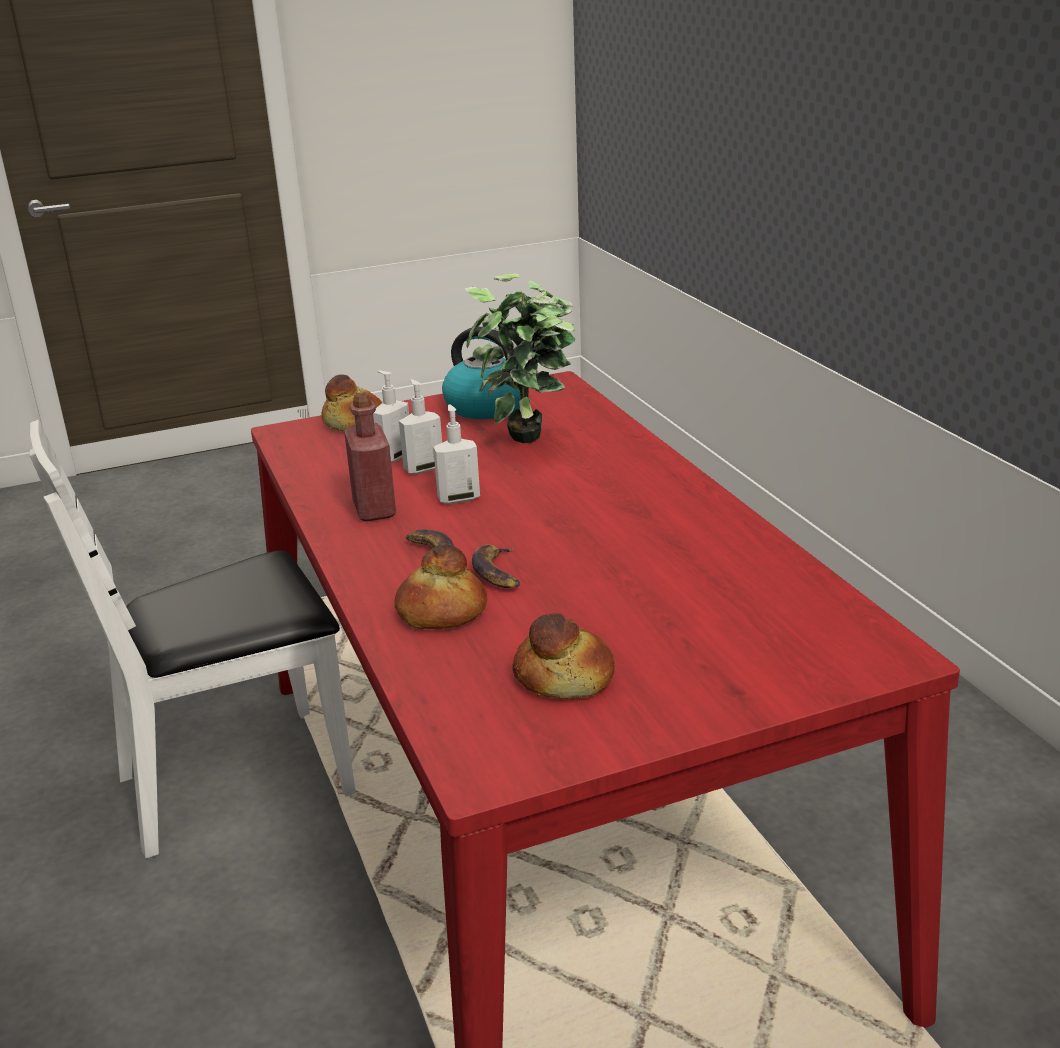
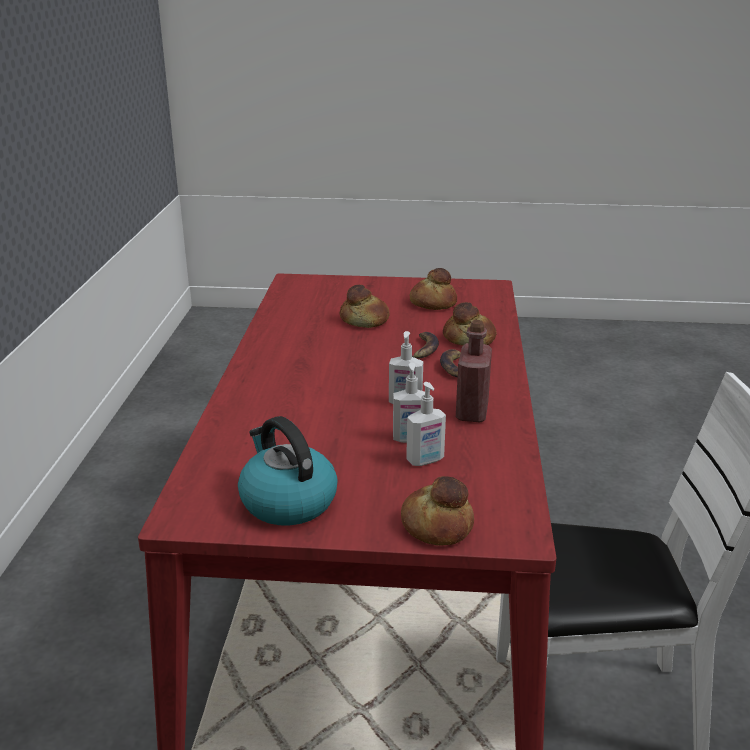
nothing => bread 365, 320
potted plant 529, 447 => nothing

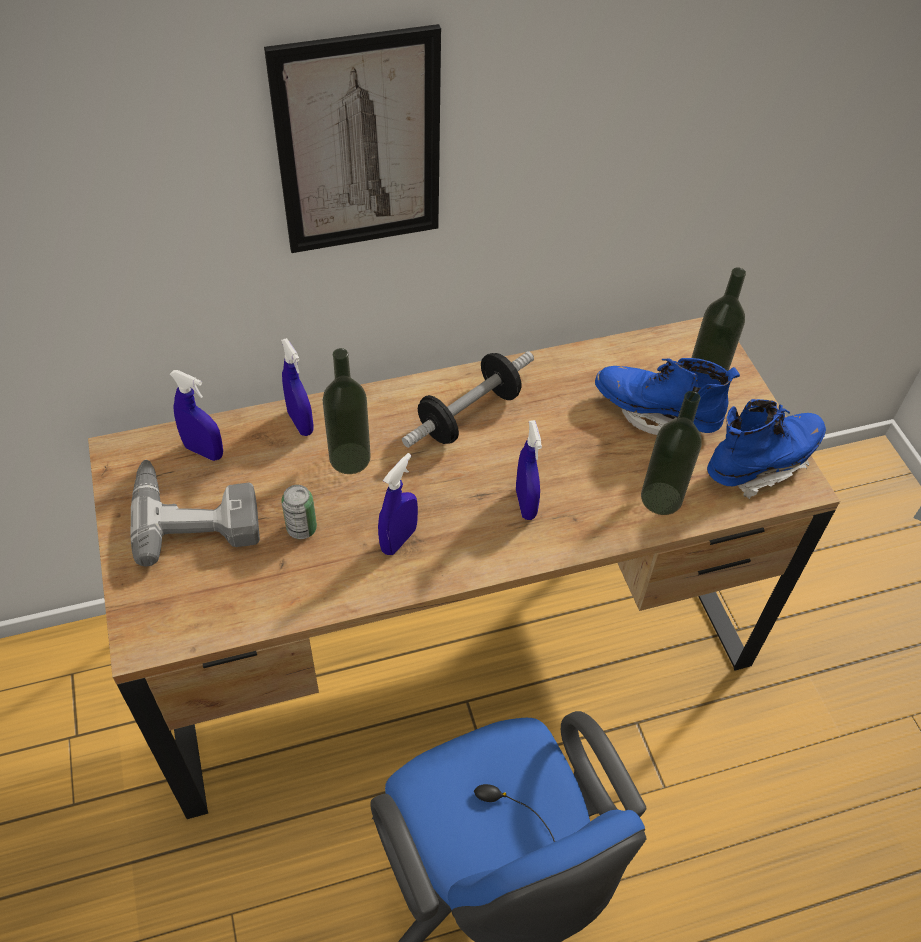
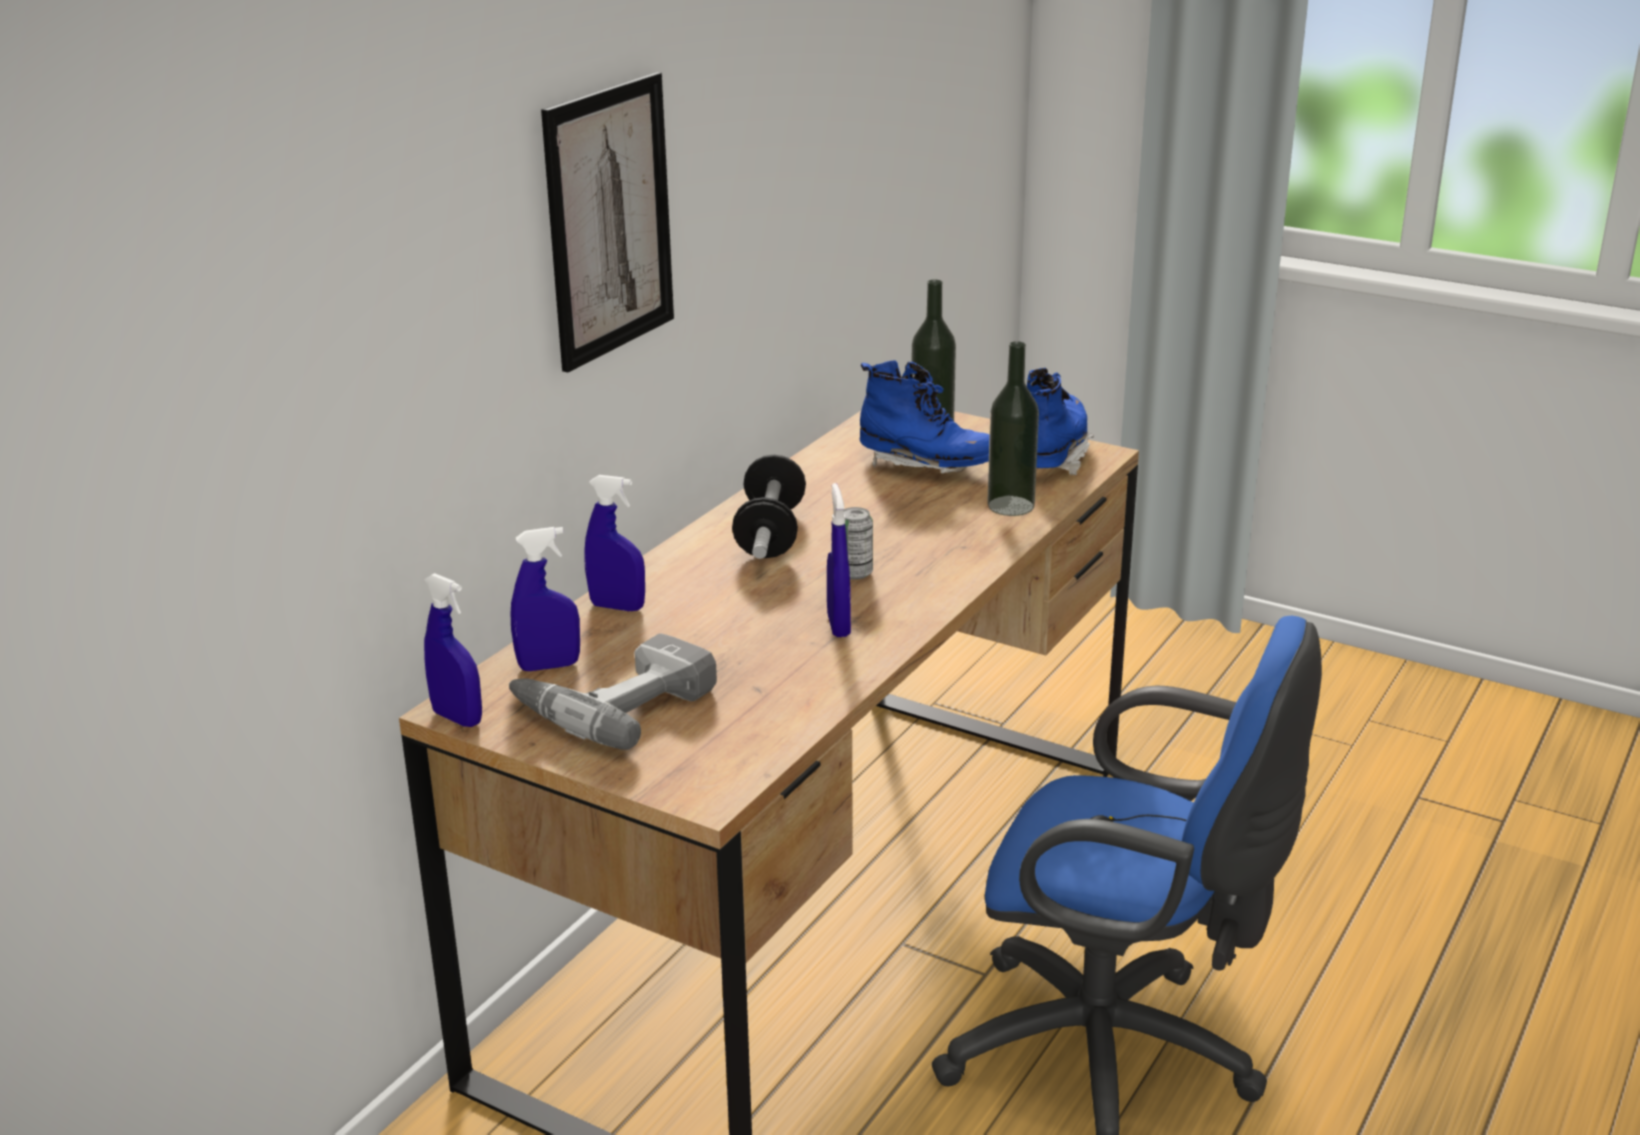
bluish spray bottle 525, 504 => bluish spray bottle 457, 718, shifted
metal can 301, 528 => metal can 855, 573, shifted
bluish high-top boot 656, 414 => bluish high-top boot 927, 466, 135 degrees counterclockwise
beverage bottle 349, 458 => nothing

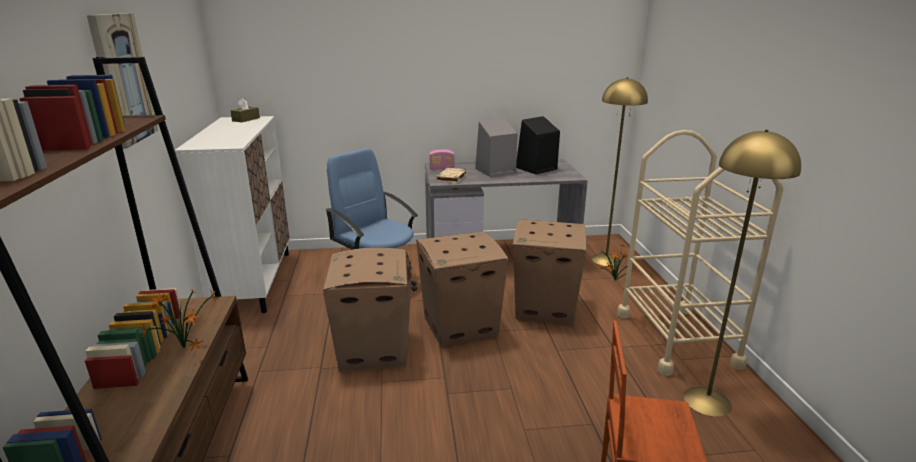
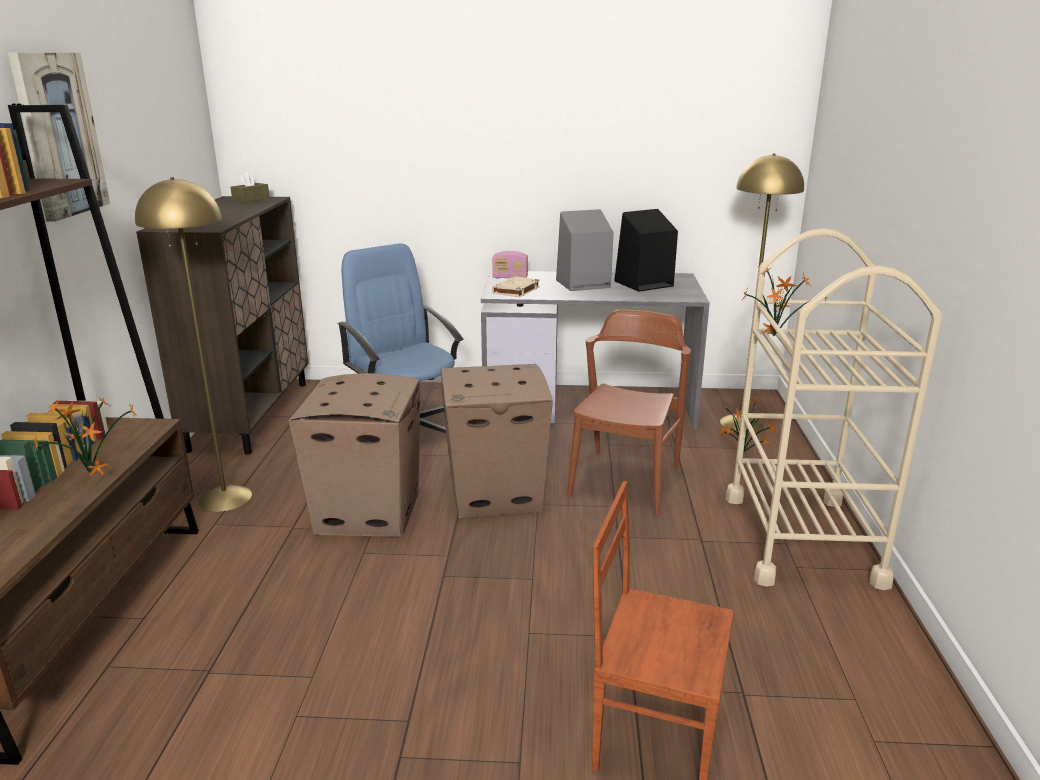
yellow-coloured floor lamp 706, 400 => yellow-coloured floor lamp 225, 498, shifted
white cabinet 255, 281 => brown-coloured cabinet 251, 415
cardboard box 546, 308 => brown-coloured upright chair 625, 480
nothing => potted plant 775, 336

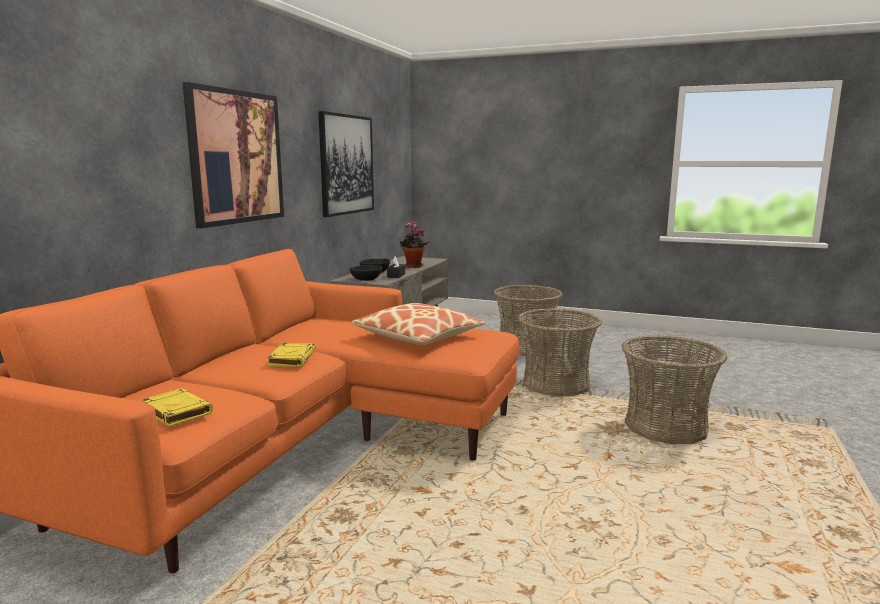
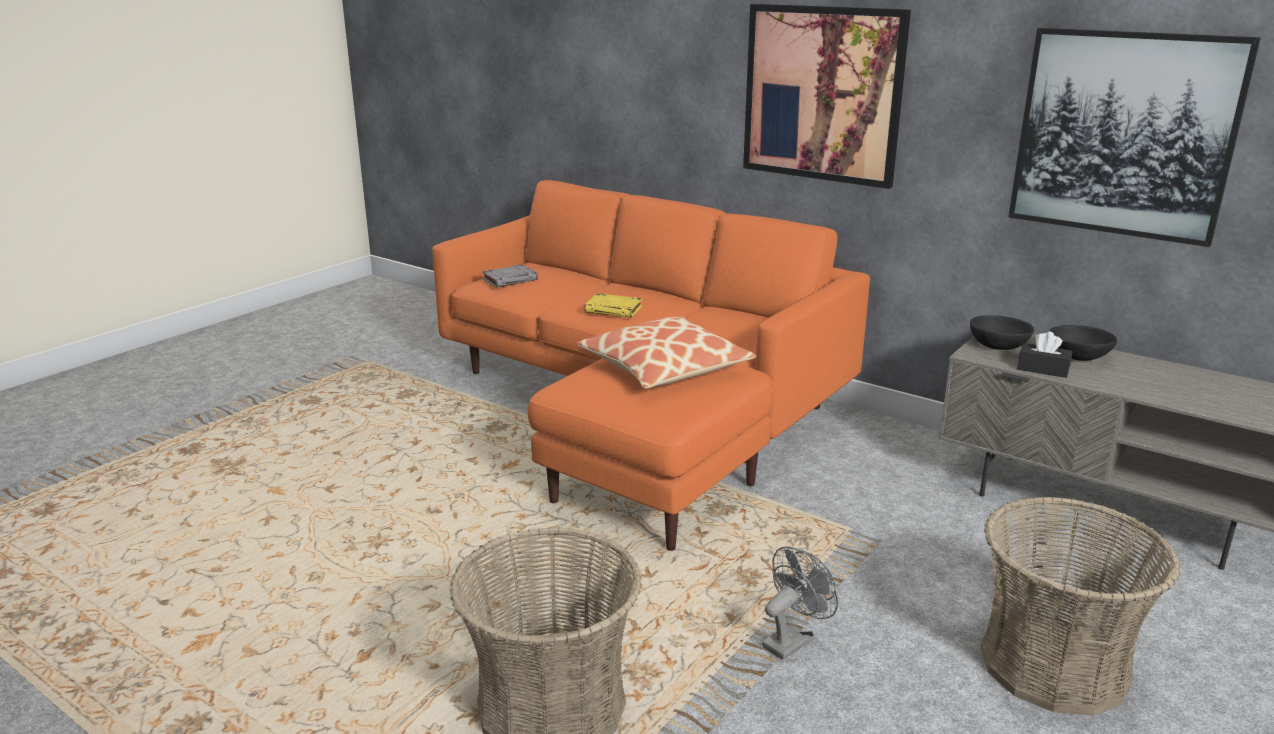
yellow-coloured volume 176, 411 => grey volume 510, 280
household basket 556, 384 => grey fan 792, 640
potted plant 413, 266 => nothing

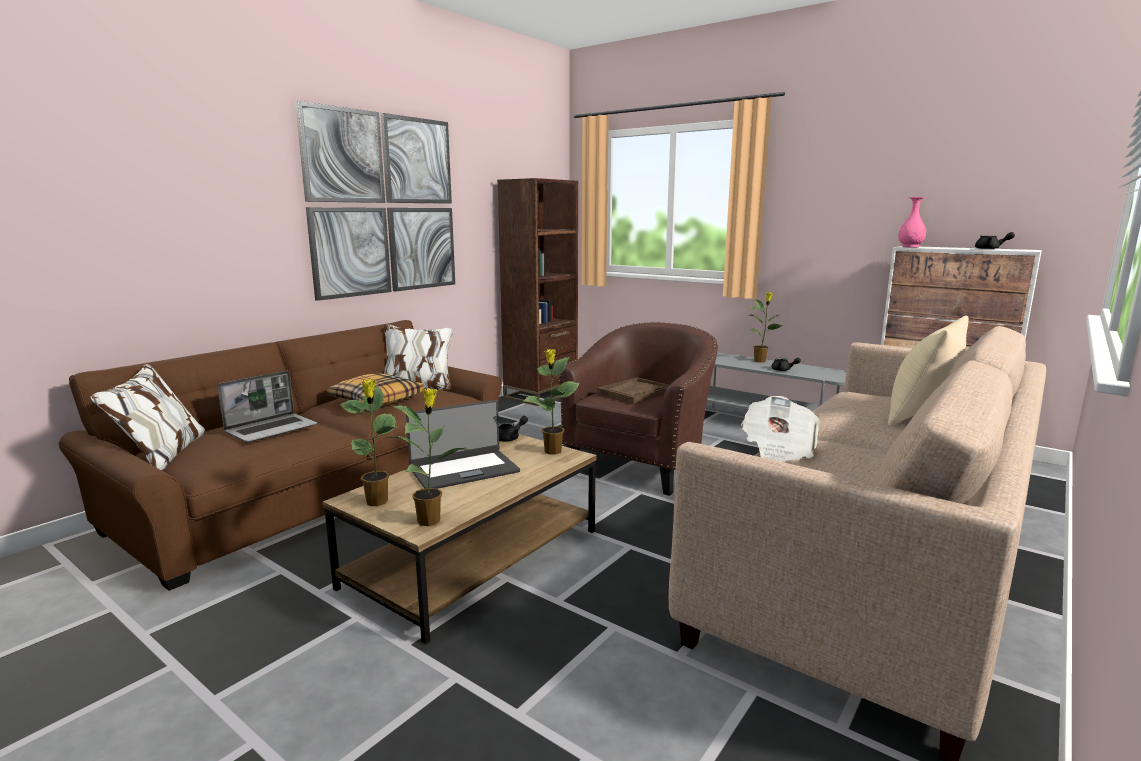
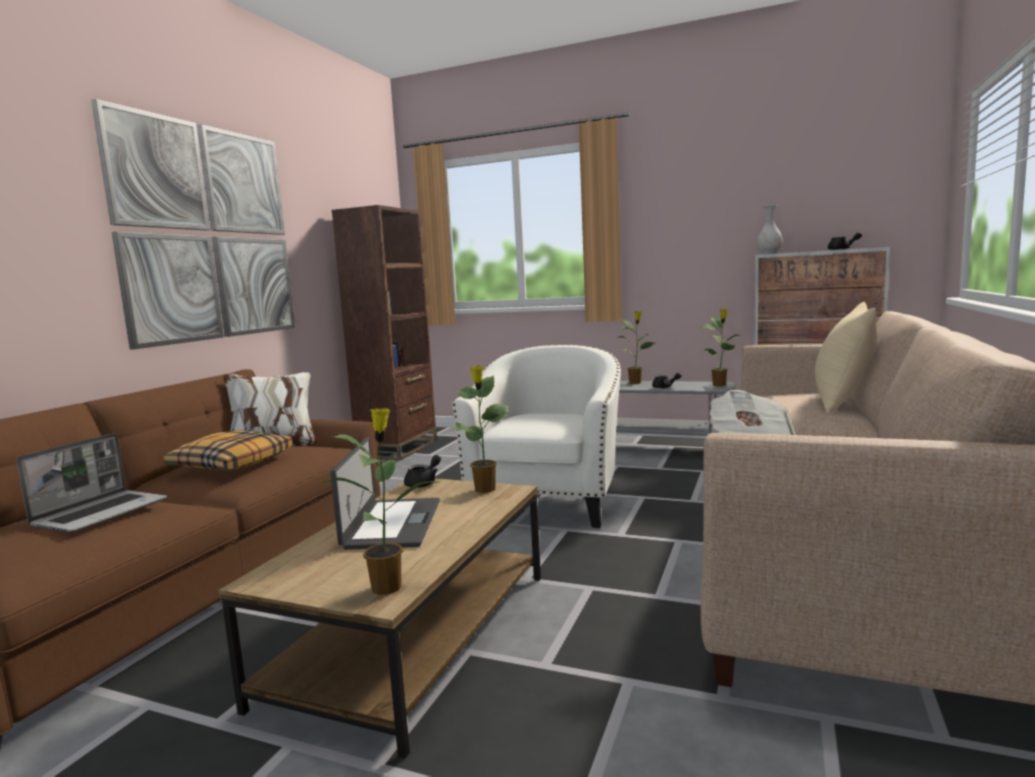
portable computer 464, 470 => portable computer 391, 524, 45 degrees counterclockwise
brown-coloured armchair 641, 464 => white armchair 549, 502
potted plant 377, 502 => potted plant 720, 385, shifted
pink-coloured decorative vase 910, 246 => white decorative vase 769, 253
brown-coloured serving tray 635, 392 => nothing

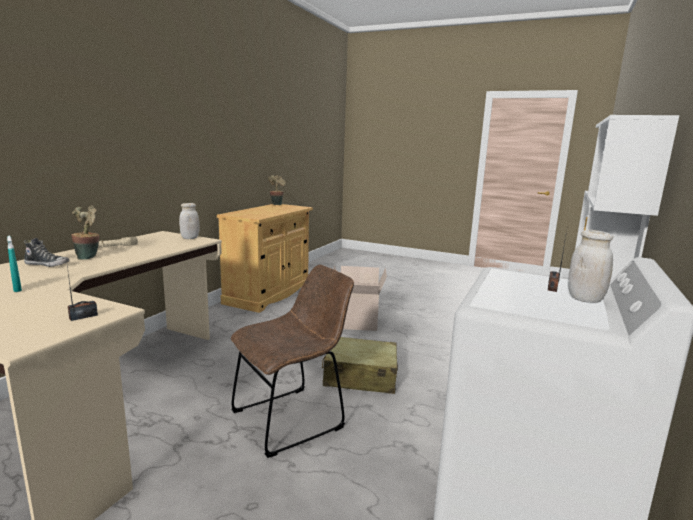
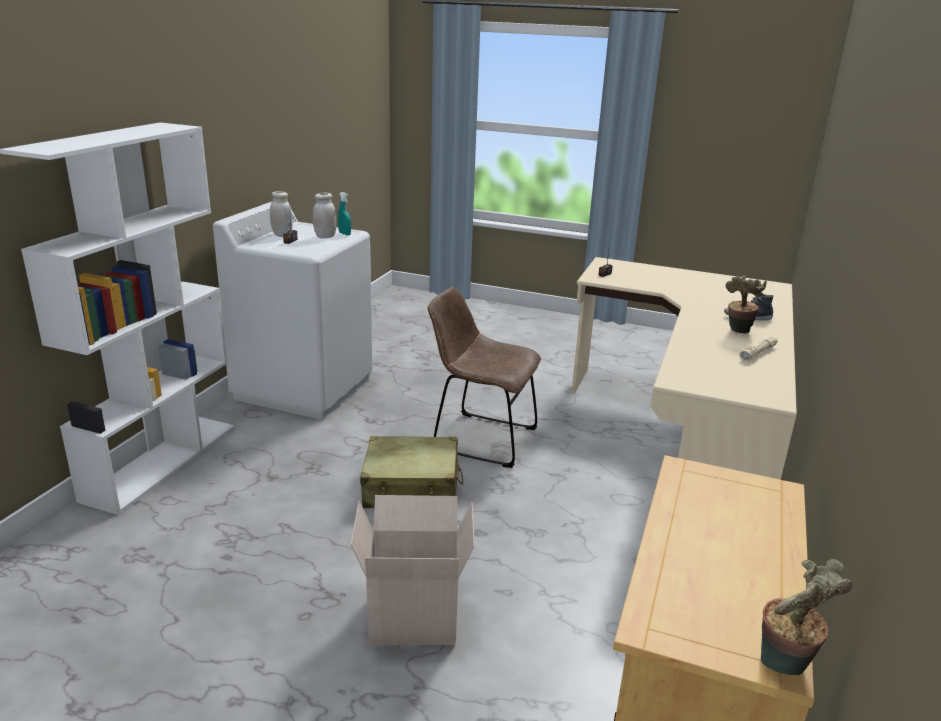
white preserve jar 190, 238 => white preserve jar 325, 236, shifted
turquoise spray bottle 17, 289 => turquoise spray bottle 344, 234, shifted
brown-coloured upright chair 292, 418 => brown-coloured upright chair 480, 438, 60 degrees clockwise

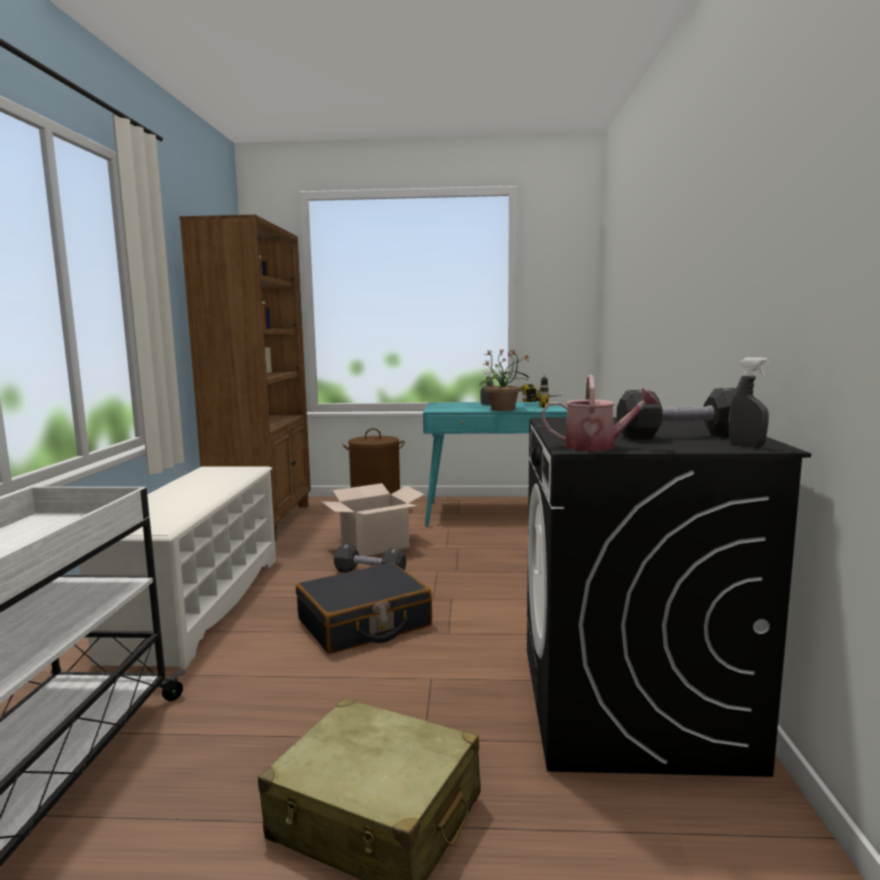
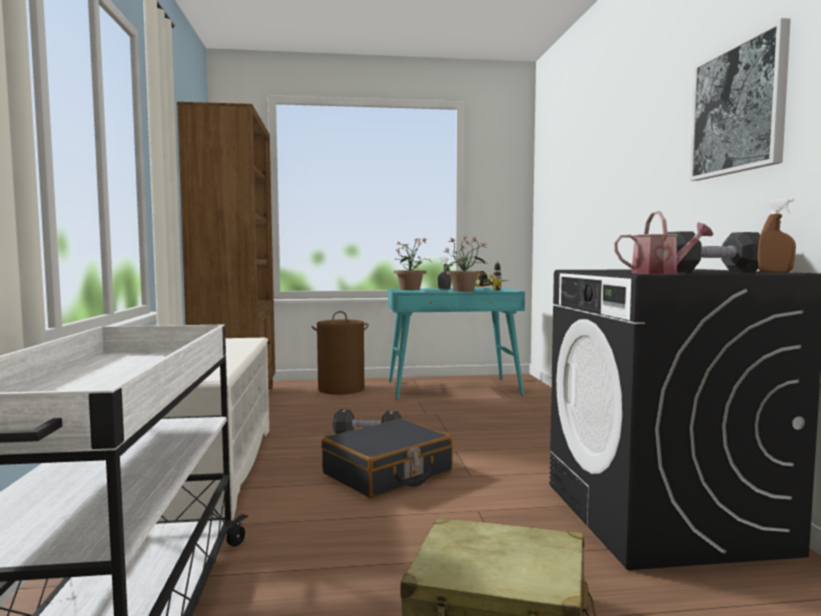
nothing => potted plant 410, 289
nothing => picture 738, 109
grey spray bottle 746, 446 => brown-coloured spray bottle 775, 272
cardboard box 375, 545 => nothing

